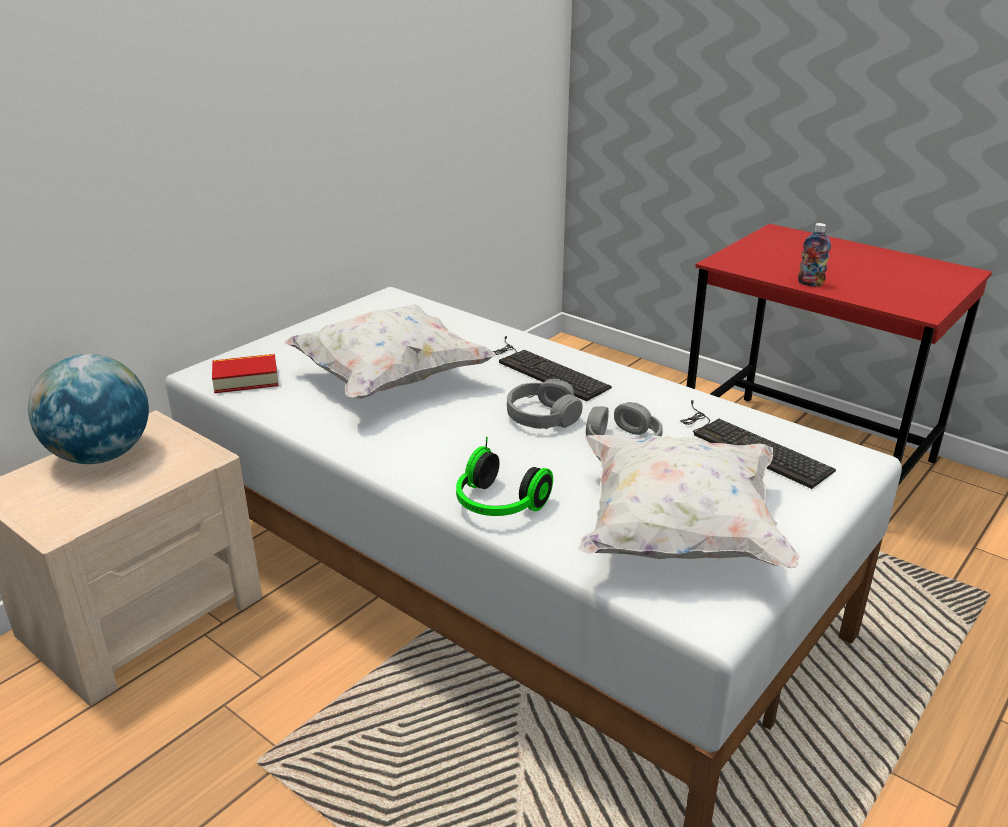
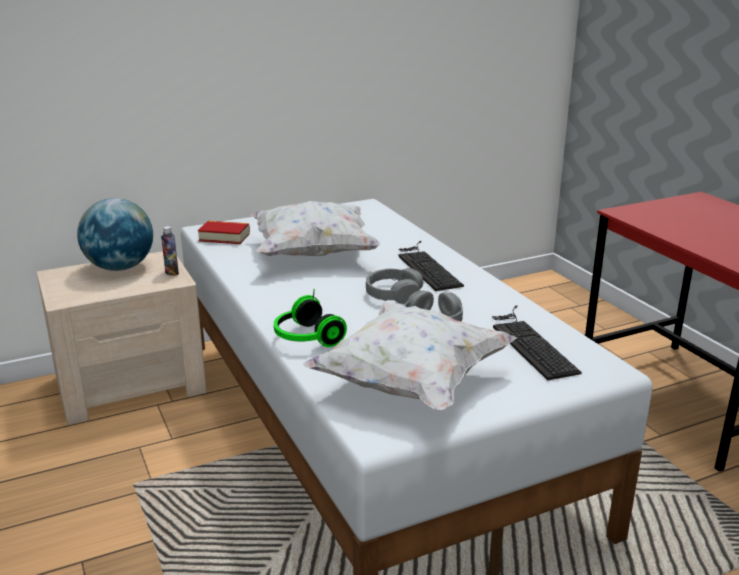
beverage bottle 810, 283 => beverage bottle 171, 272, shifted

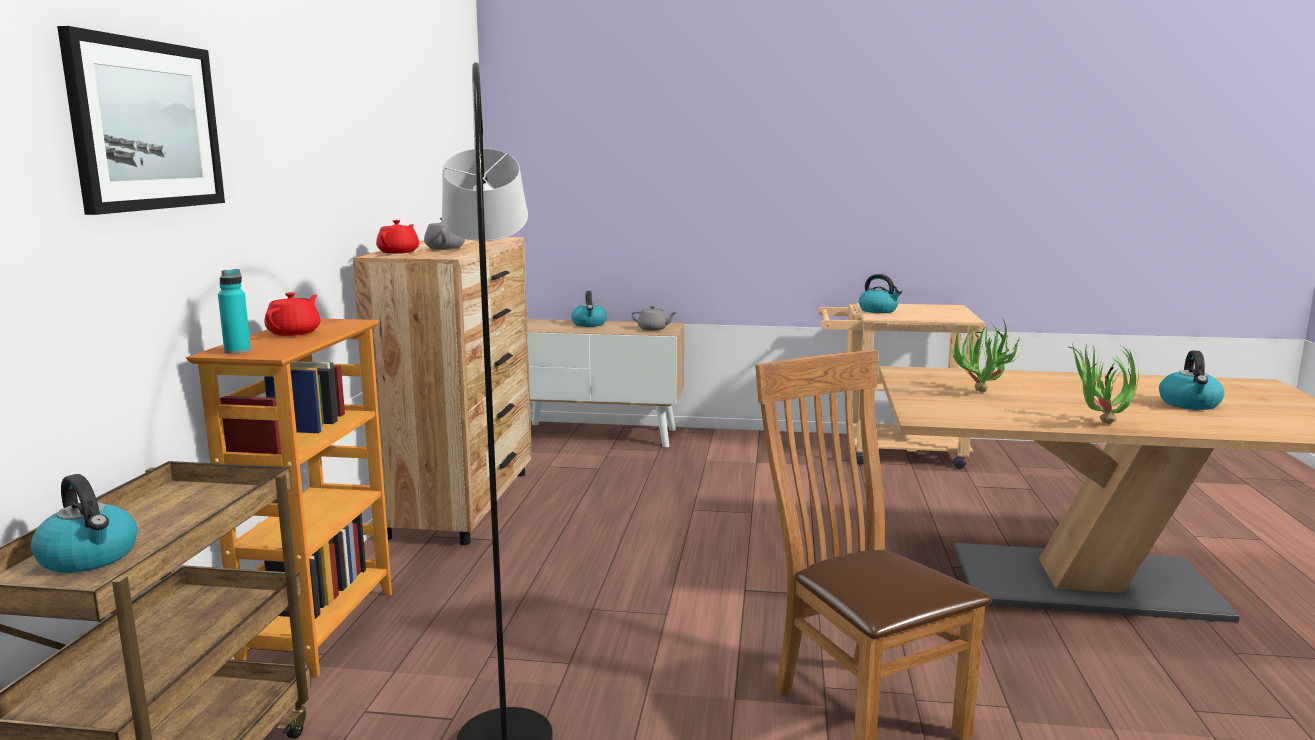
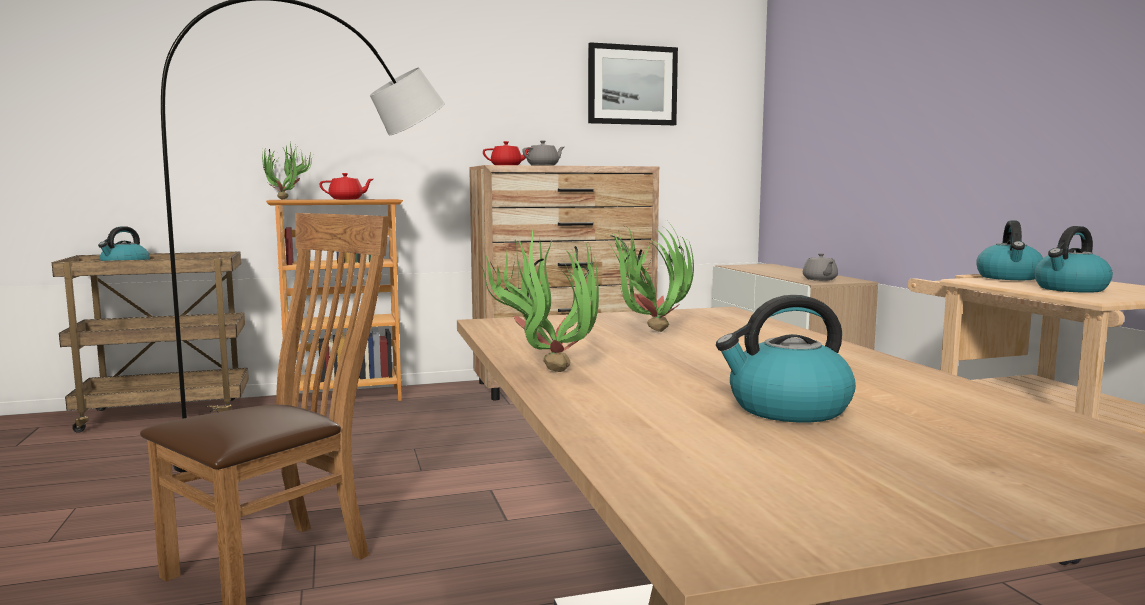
turquoise beverage bottle 237, 351 => potted plant 287, 199
picture 146, 125 => picture 632, 85, shifted
water kettle 589, 324 => water kettle 1070, 289, shifted

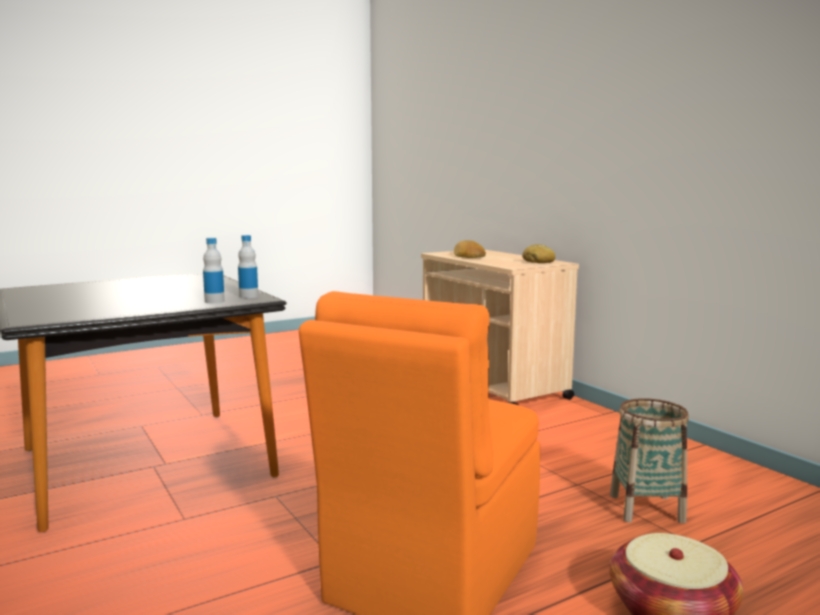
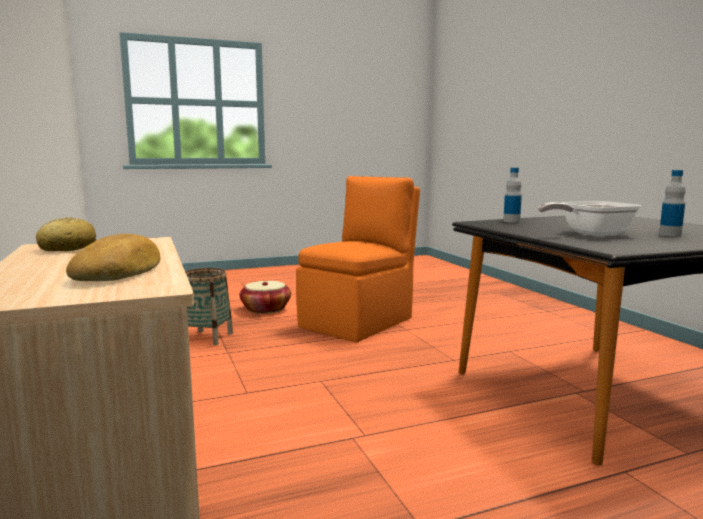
nothing => pan 590, 234
beverage bottle 248, 296 => beverage bottle 670, 234, shifted

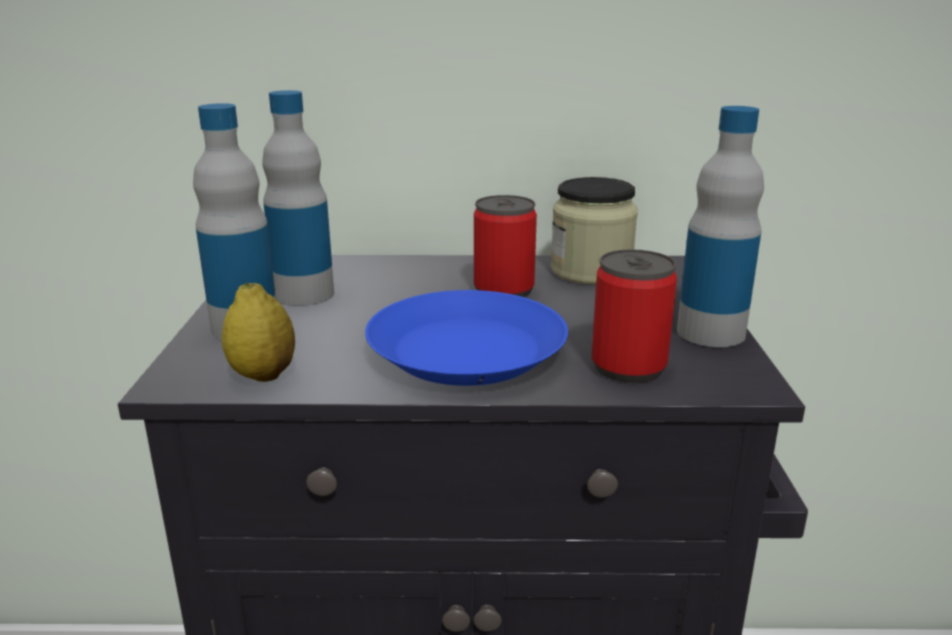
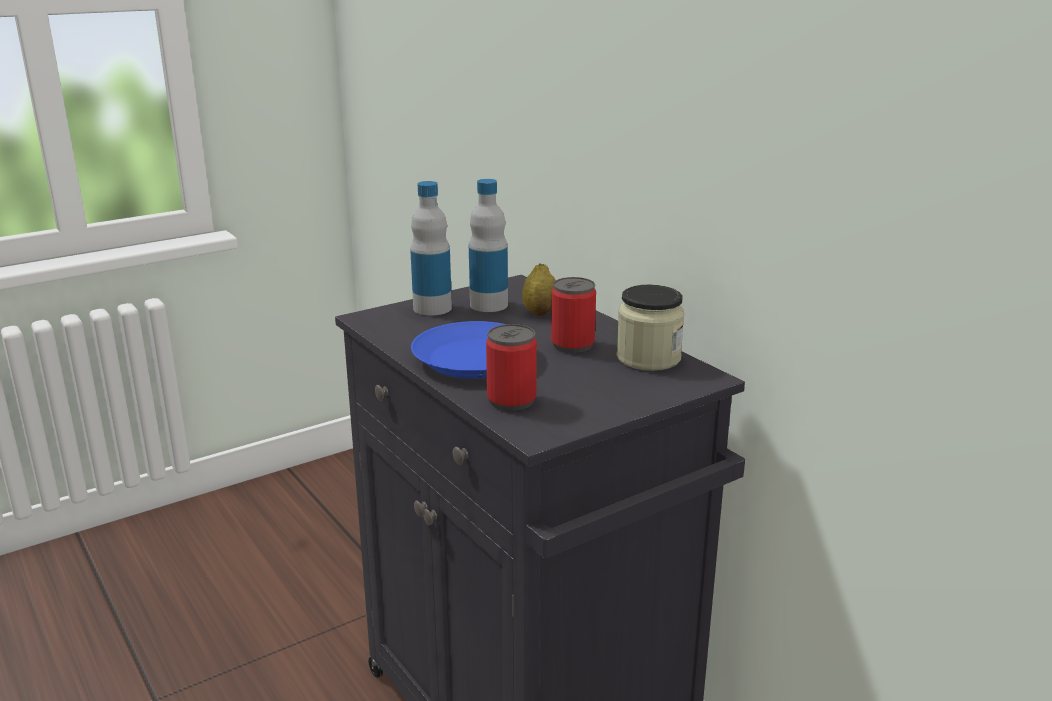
whole lemon 263, 375 => whole lemon 540, 313, shifted
beverage bottle 710, 332 => nothing

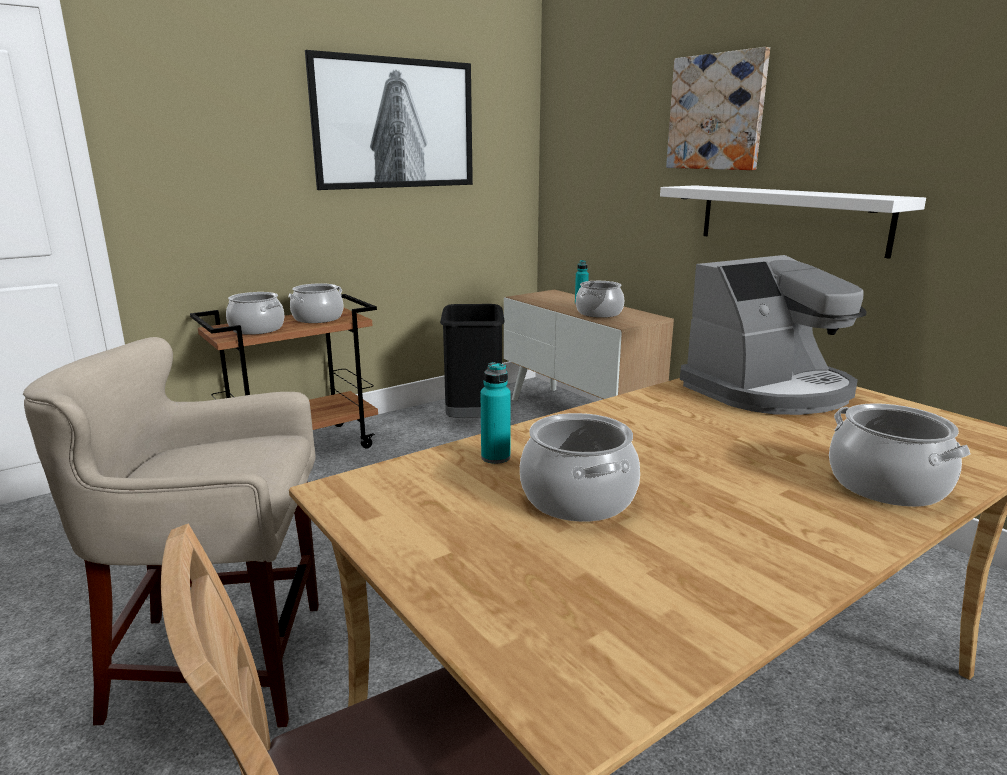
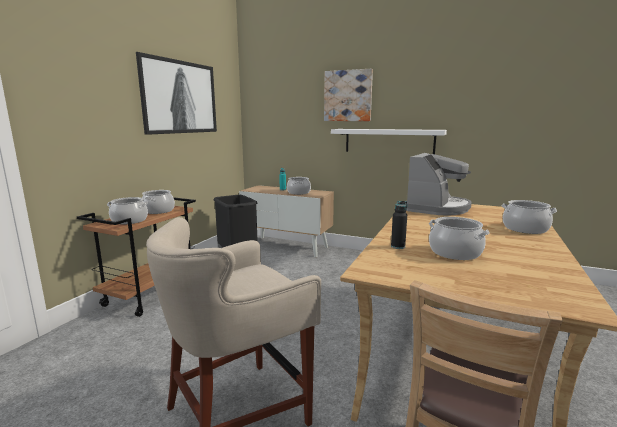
turquoise beverage bottle 495, 457 => black beverage bottle 398, 246

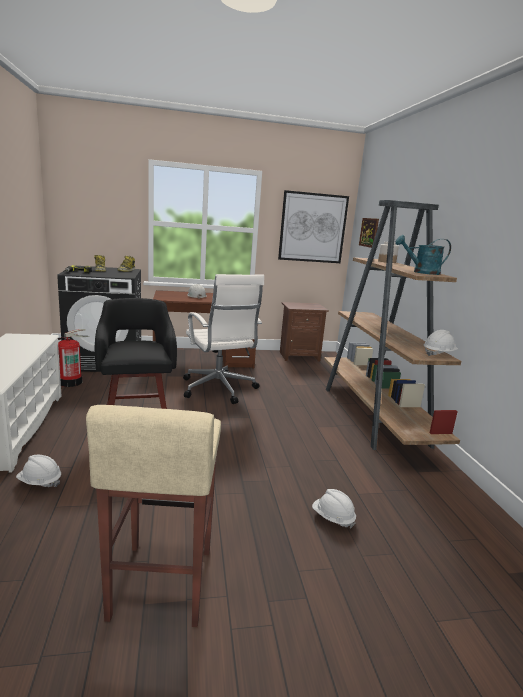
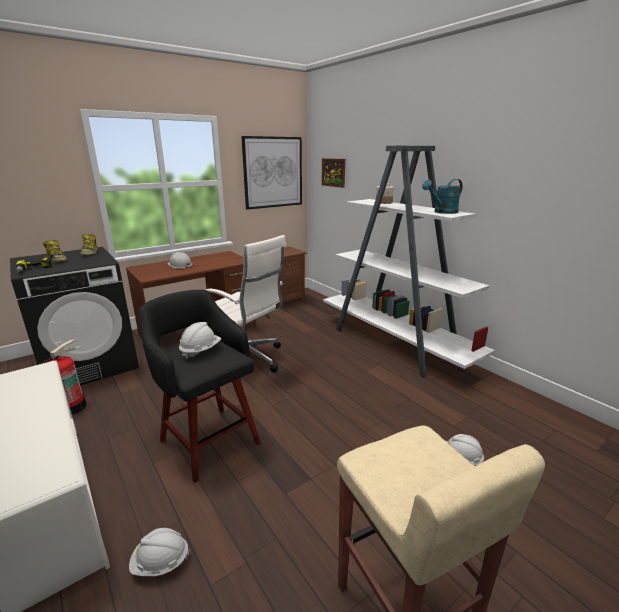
white safety helmet 438, 354 => white safety helmet 200, 350, shifted
brown-coloured bookcase 374, 416 => white bookcase 395, 344

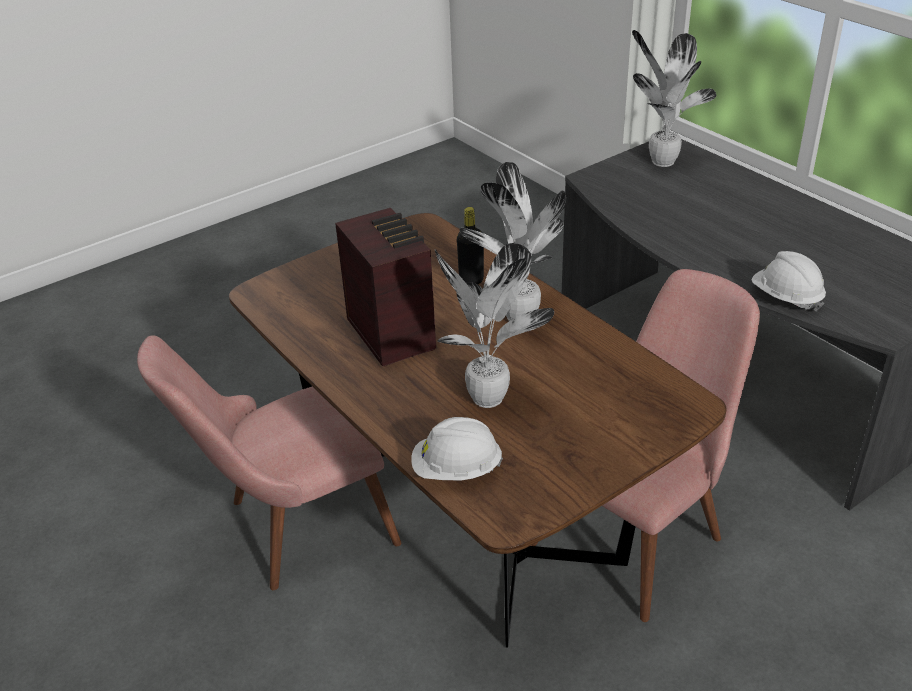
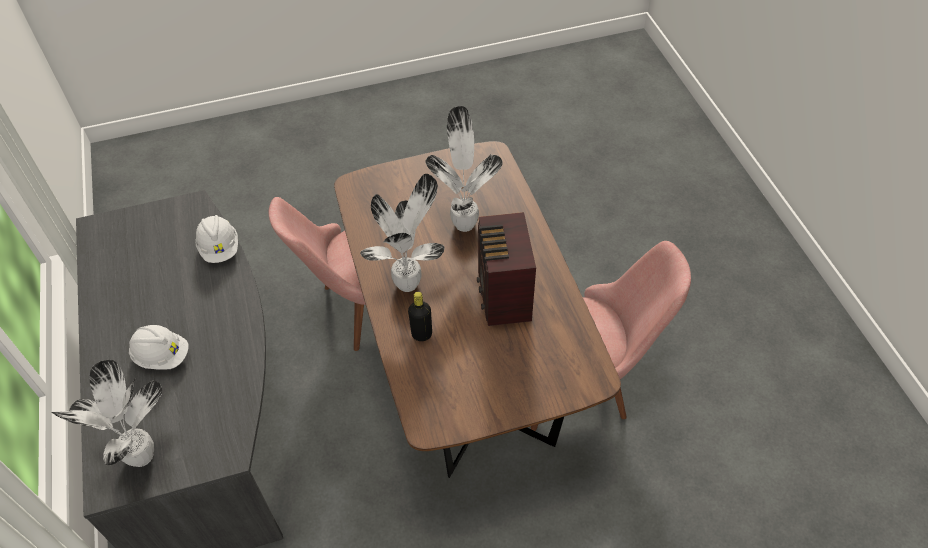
white safety helmet 456, 470 => white safety helmet 162, 356, shifted

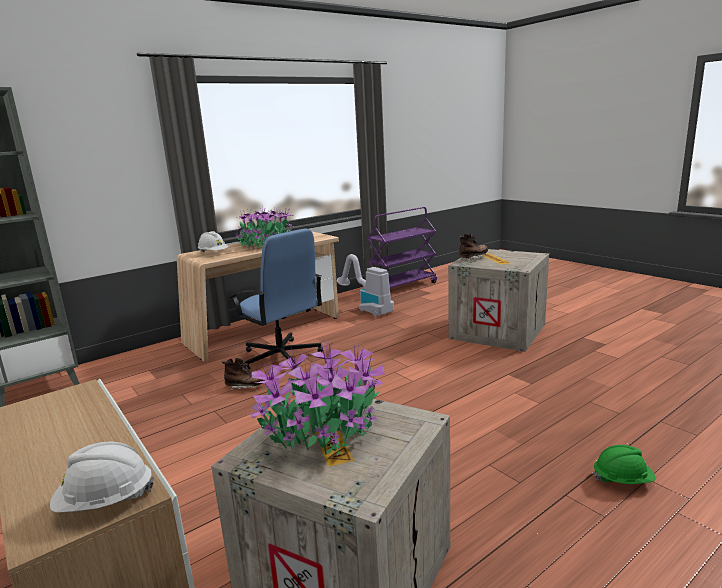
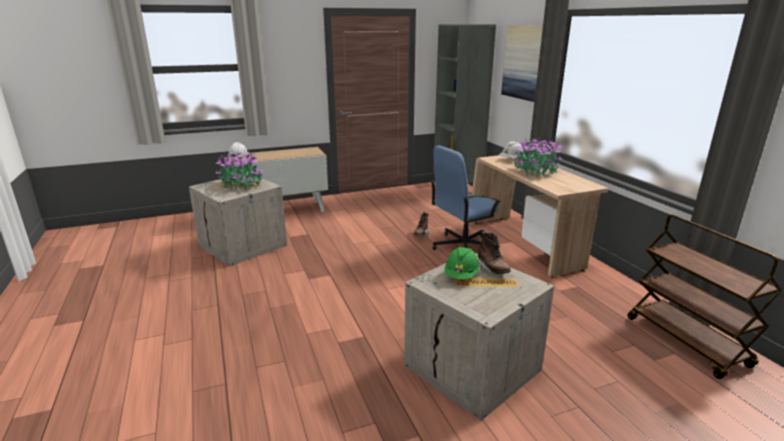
green safety helmet 622, 480 => green safety helmet 461, 276, shifted
nothing => picture 524, 62
purple trolley 403, 287 => brown-coloured trolley 687, 342
vacuum 367, 308 => nothing

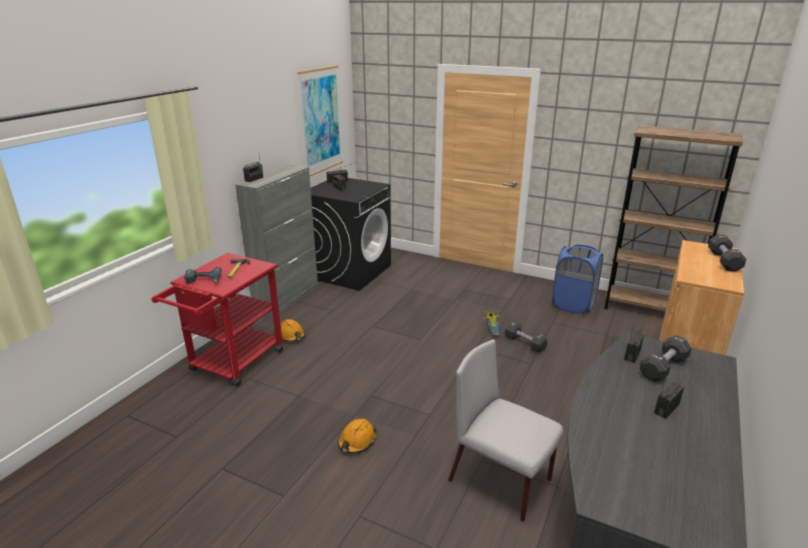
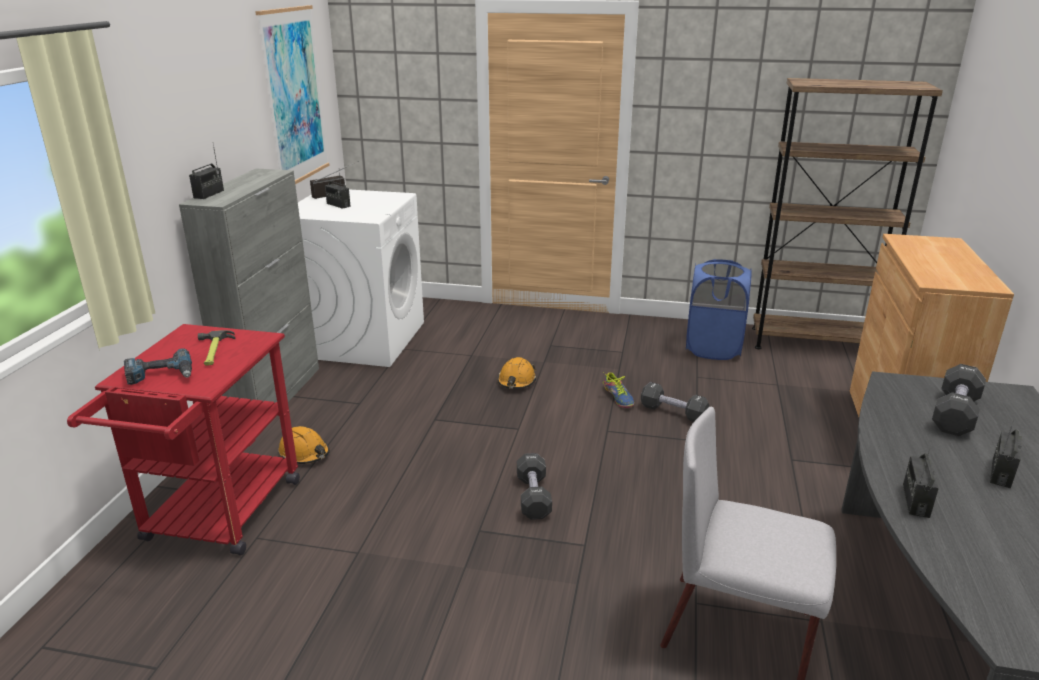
black laundry appliance 350, 271 => white laundry appliance 363, 339
orangey safety helmet 357, 441 => orangey safety helmet 516, 381, shifted
black dumbbell 723, 261 => black dumbbell 533, 497, shifted
radio receiver 632, 354 => radio receiver 915, 500, shifted

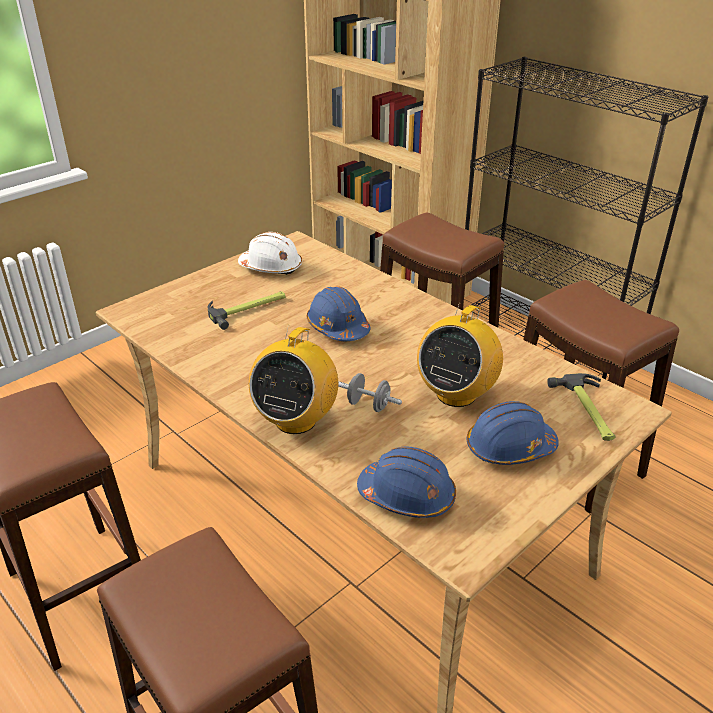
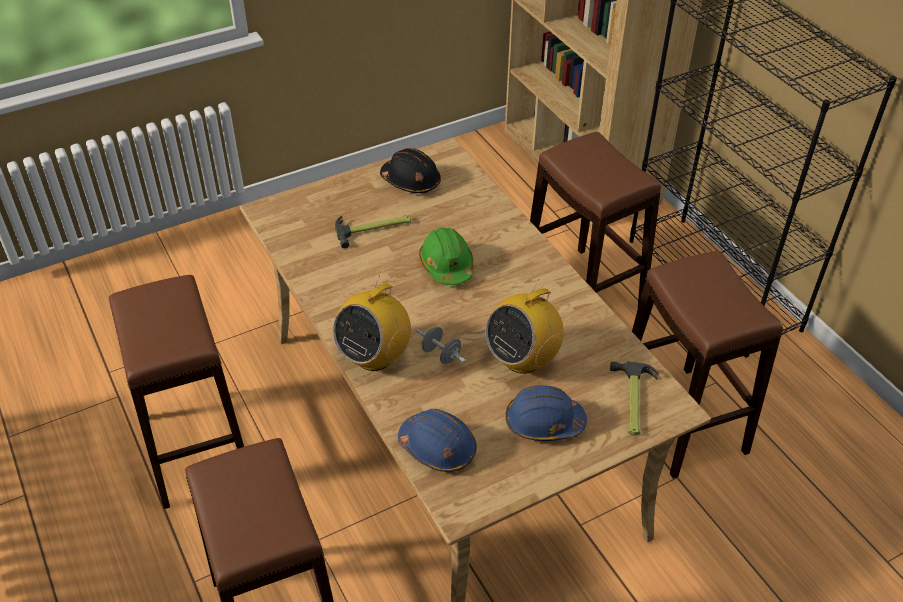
white safety helmet 271, 267 => black safety helmet 411, 181
bluish safety helmet 338, 327 => green safety helmet 447, 265

